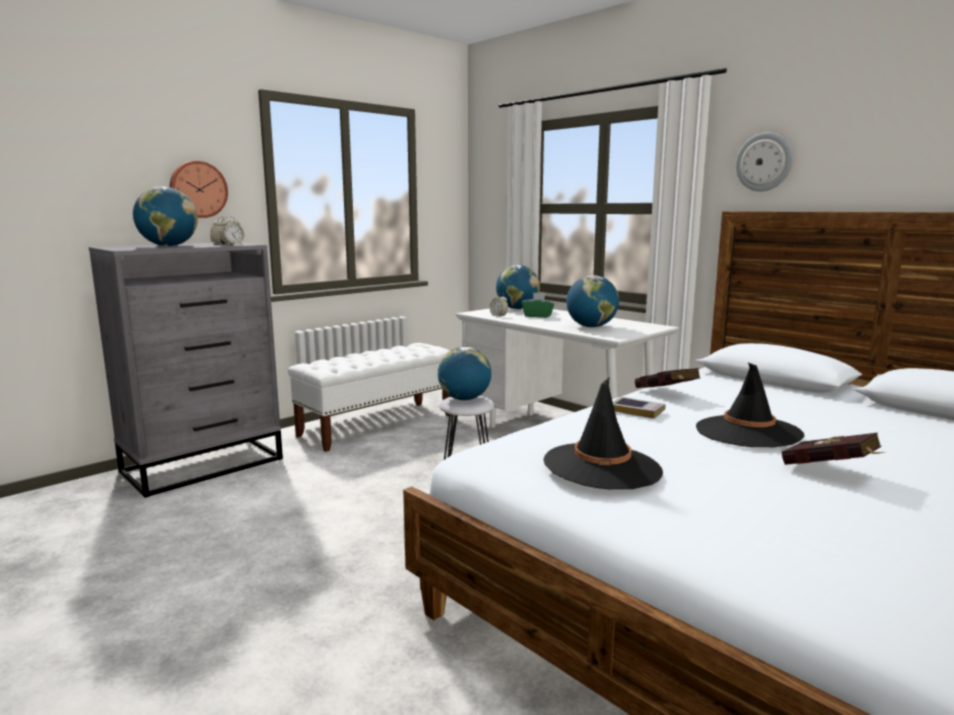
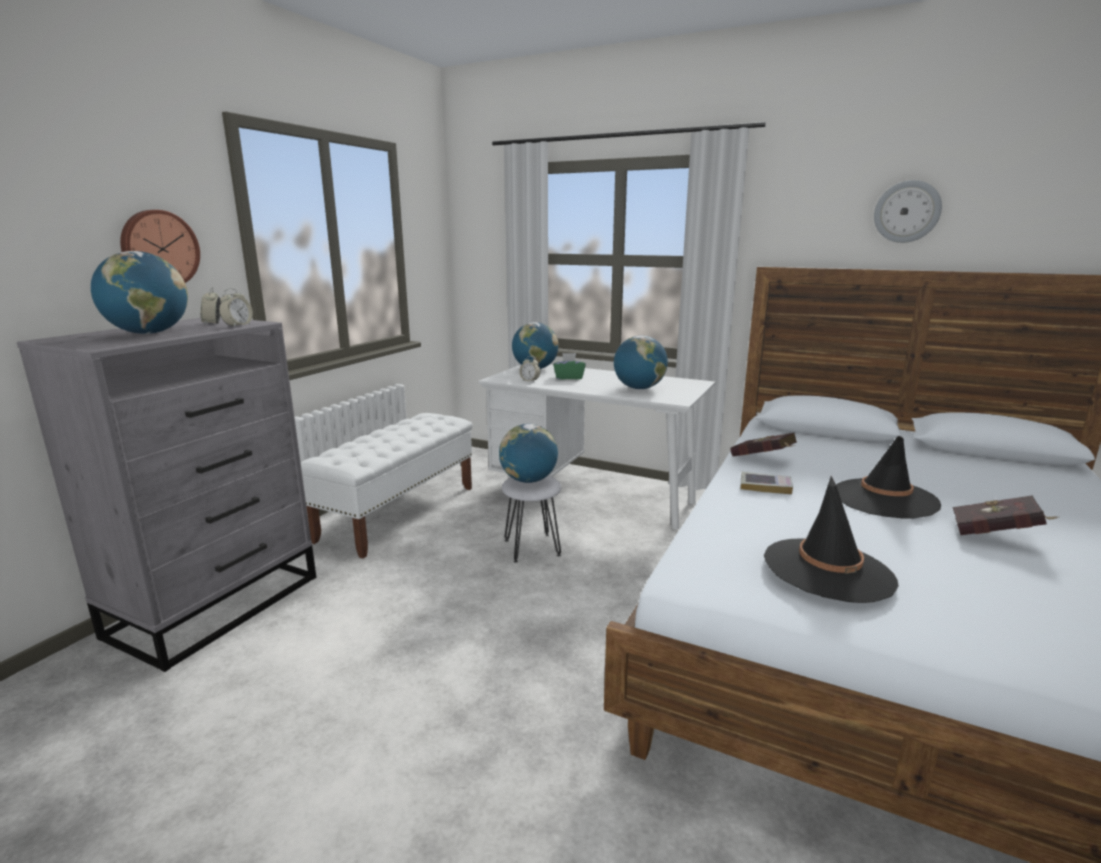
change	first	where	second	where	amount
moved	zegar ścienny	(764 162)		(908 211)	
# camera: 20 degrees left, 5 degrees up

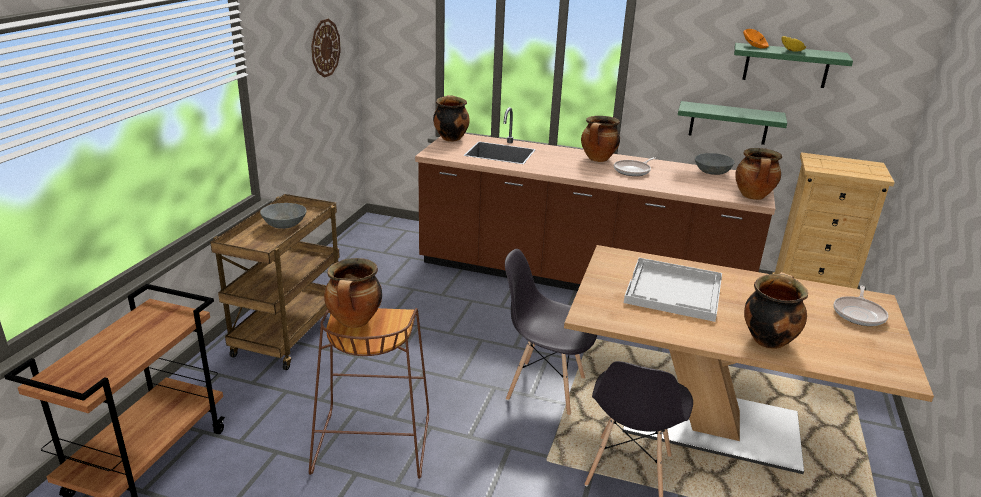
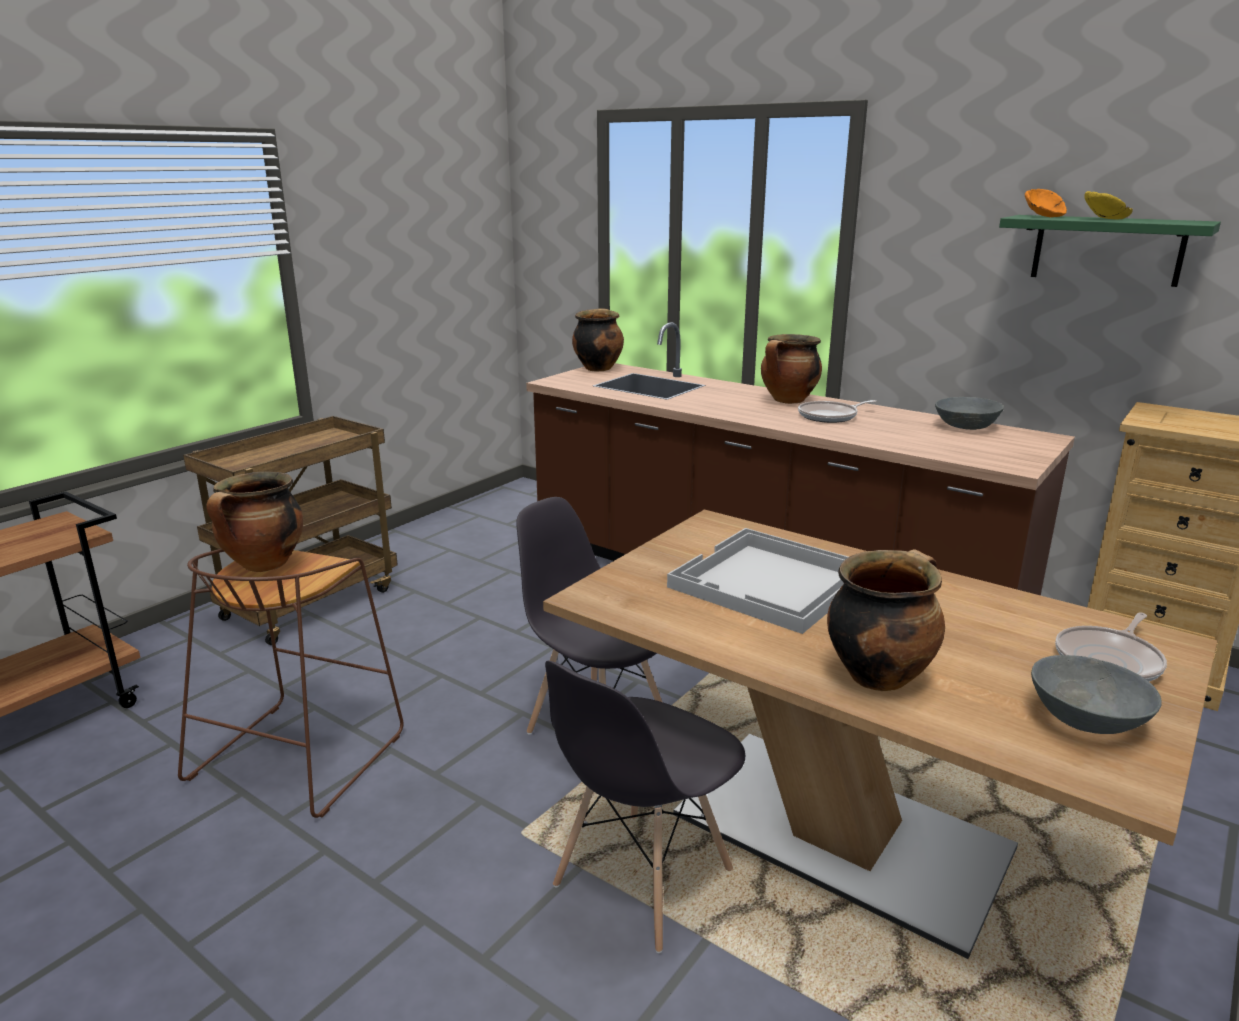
change	first	where	second	where	amount
moved	miska (szary)	(283 216)		(1096 694)	
removed	zegar ścienny	(326 48)			
removed	półka (zielony)	(732 123)			
removed	garnek	(758 174)			
# camera: 20 degrees right, 5 degrees down

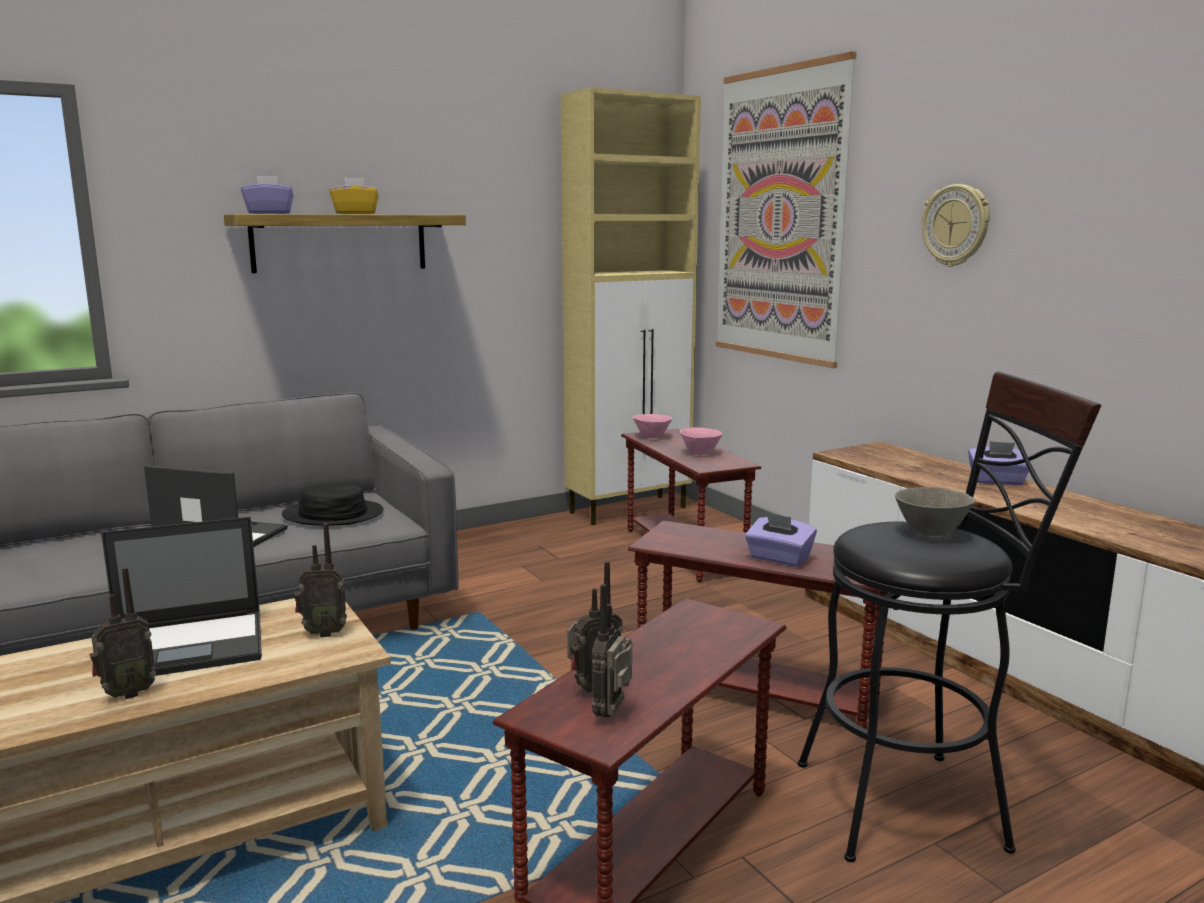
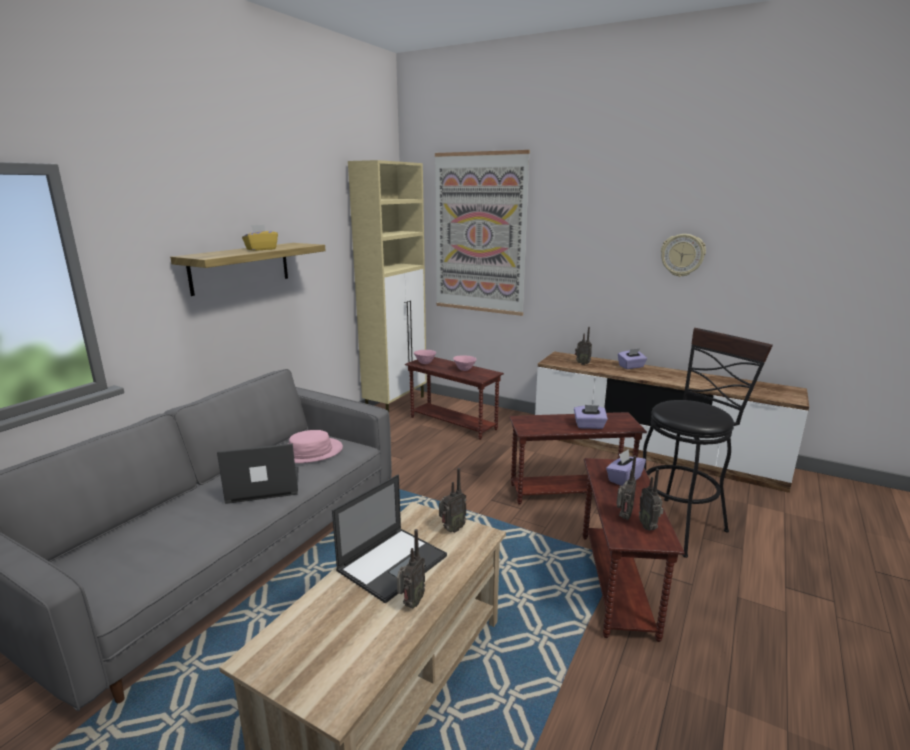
change	first	where	second	where	amount
moved	pudełko chusteczek (fioletowy)	(267 195)		(626 468)	
recoloured	kapelusz (czarny)	(333 504)	kapelusz (różowy)	(315 446)	
removed	miska (szary)	(935 511)			
moved	zegar ścienny	(956 225)		(683 255)	
added			radio	(583 346)	
# camera: 30 degrees left, 5 degrees up

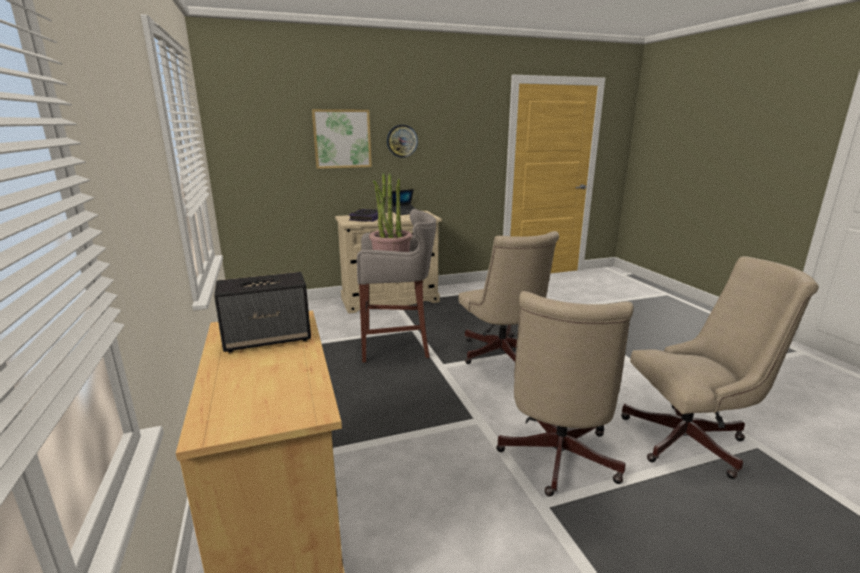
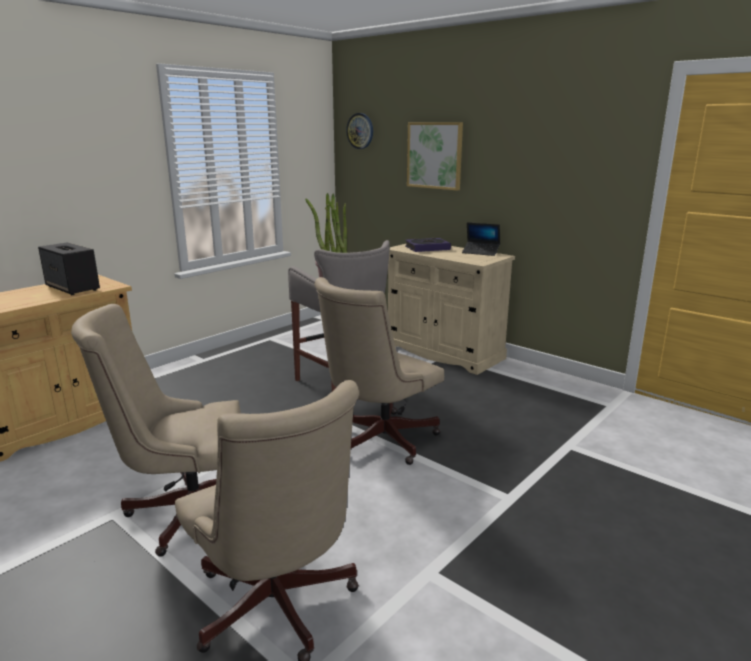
change	first	where	second	where	amount
moved	zegar ścienny	(402 141)		(359 131)	
# camera: 60 degrees right, 0 degrees up

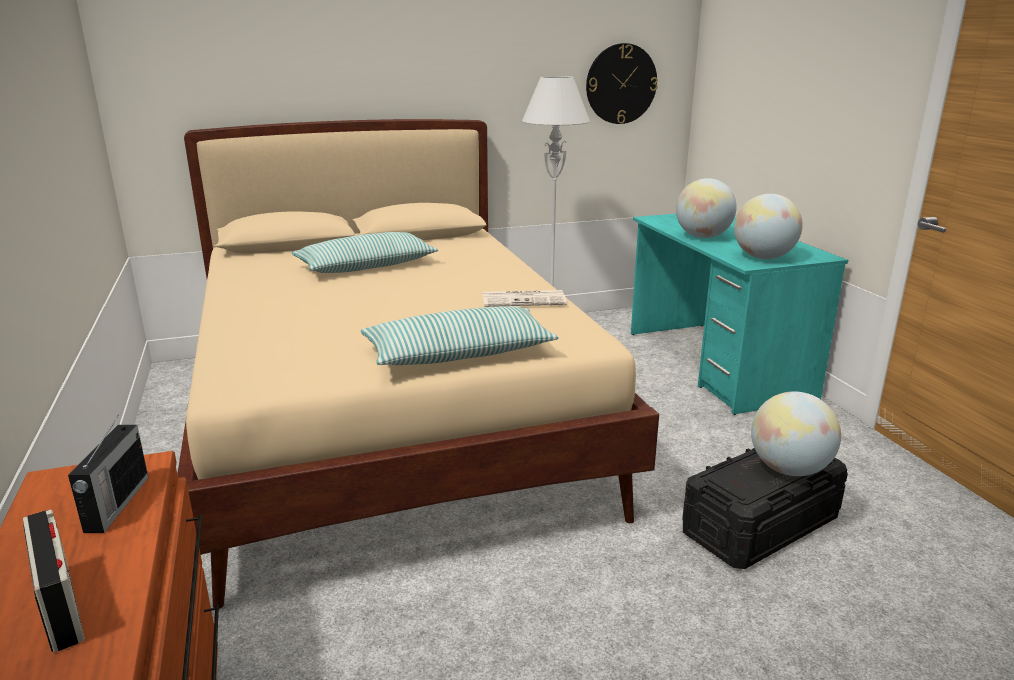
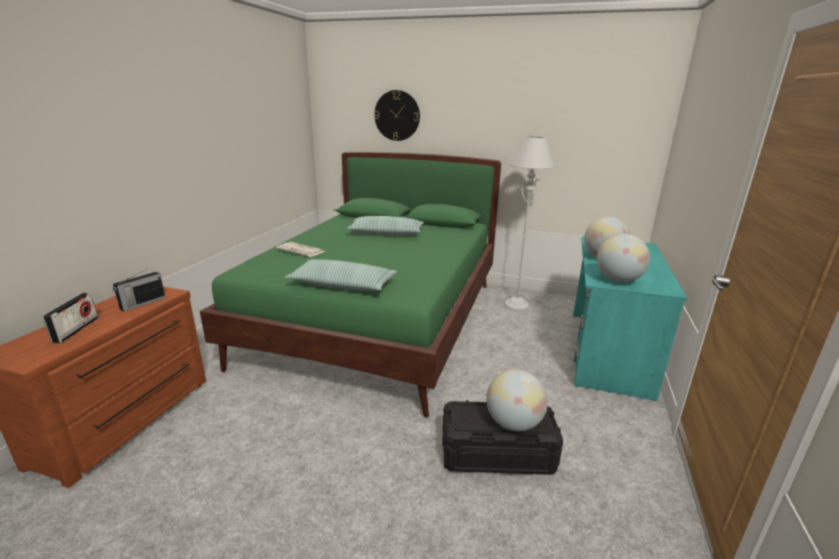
change	first	where	second	where	amount
recoloured	łóżko (beżowy)	(418 364)	łóżko (zielony)	(350 285)	
moved	gazeta	(525 298)		(300 249)	
moved	zegar ścienny	(622 83)		(397 115)	
# camera: 35 degrees right, 0 degrees up

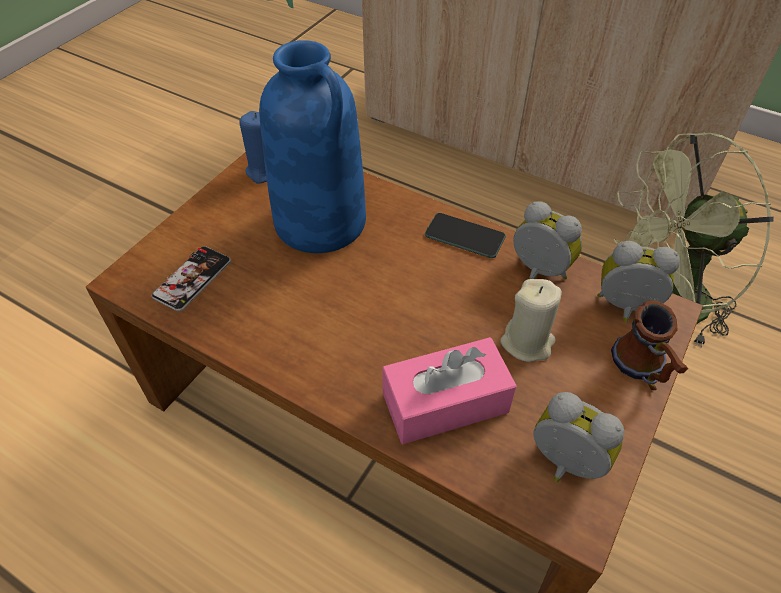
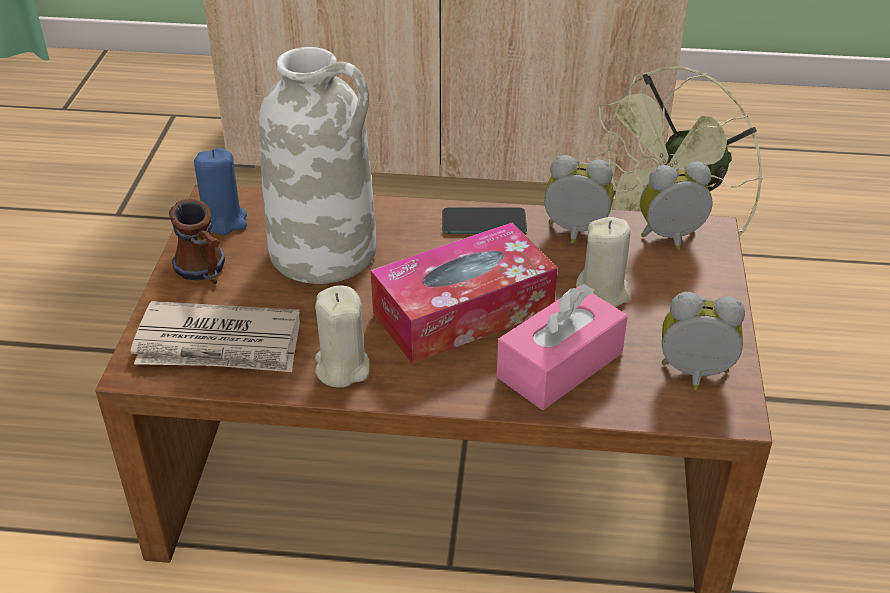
change	first	where	second	where	amount
replaced	telefon	(191 278)	gazeta	(215 336)	
recoloured	wazon (niebieski)	(312 146)	wazon (biały)	(318 165)	
moved	kubek	(649 345)		(197 241)	
added			świeca (beżowy)	(342 336)	
added			pudełko chusteczek	(464 293)	
# camera: 25 degrees left, 10 degrees down

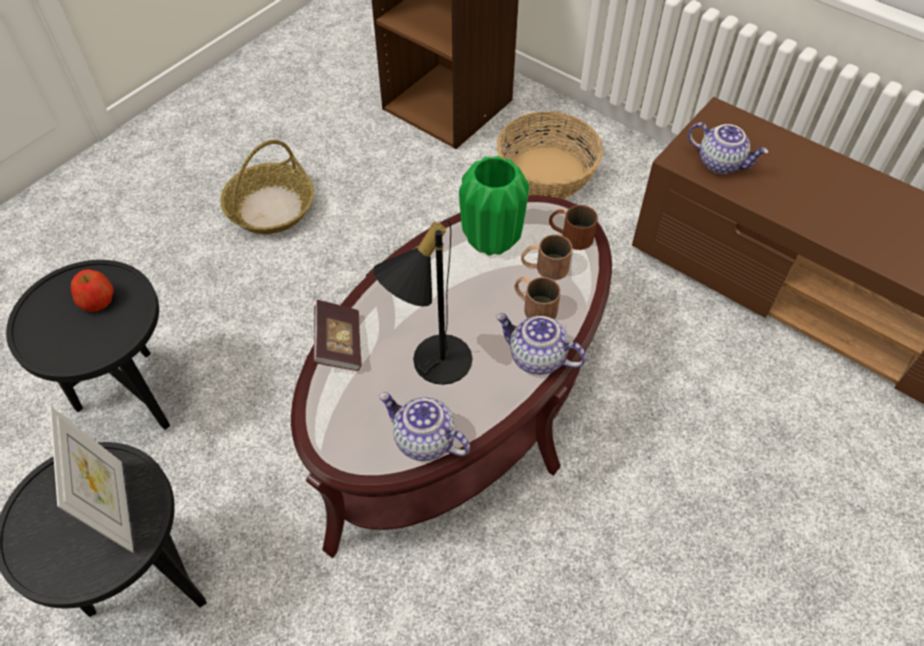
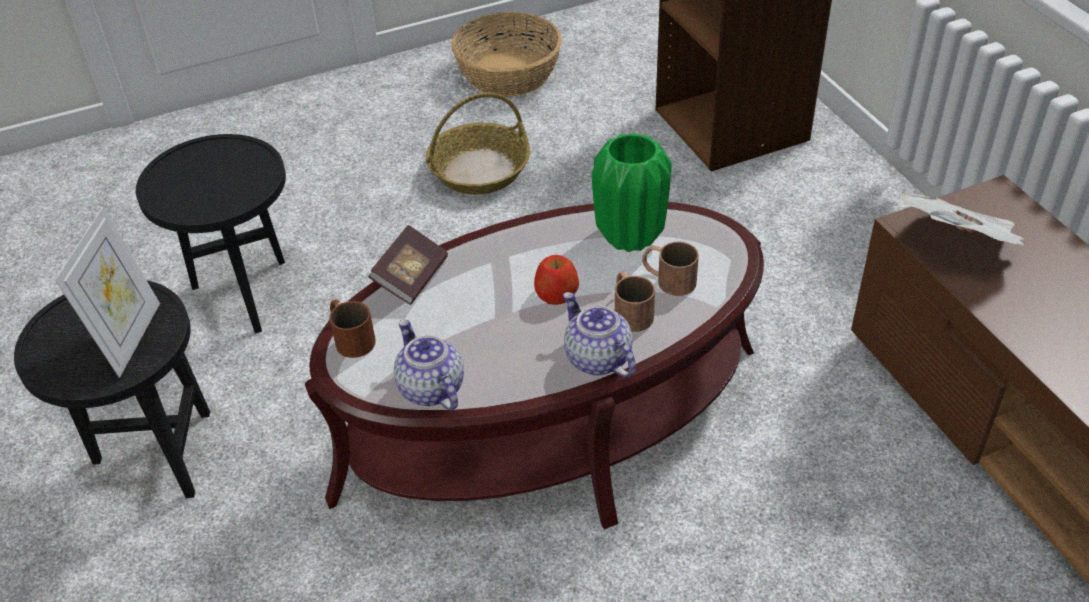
change	first	where	second	where	amount
moved	jabłko	(92 290)		(556 280)	
removed	lampa stołowa (czarny)	(422 302)			
moved	koszyk	(550 155)		(506 54)	
moved	kubek (brązowy)	(573 227)		(352 329)	
replaced	imbryk	(728 148)	gazeta	(963 219)	
# camera: 30 degrees right, 10 degrees down

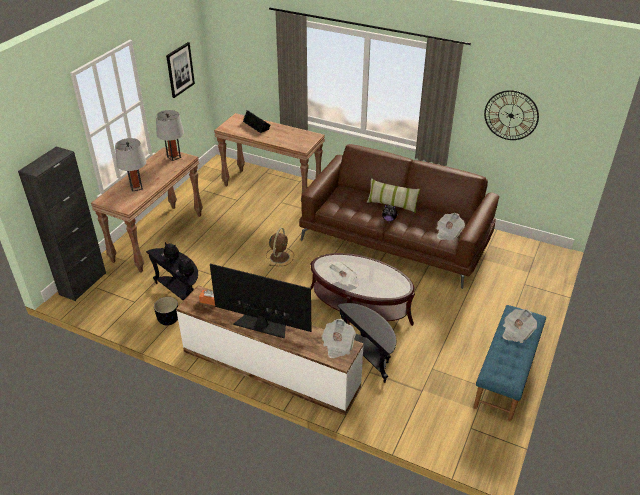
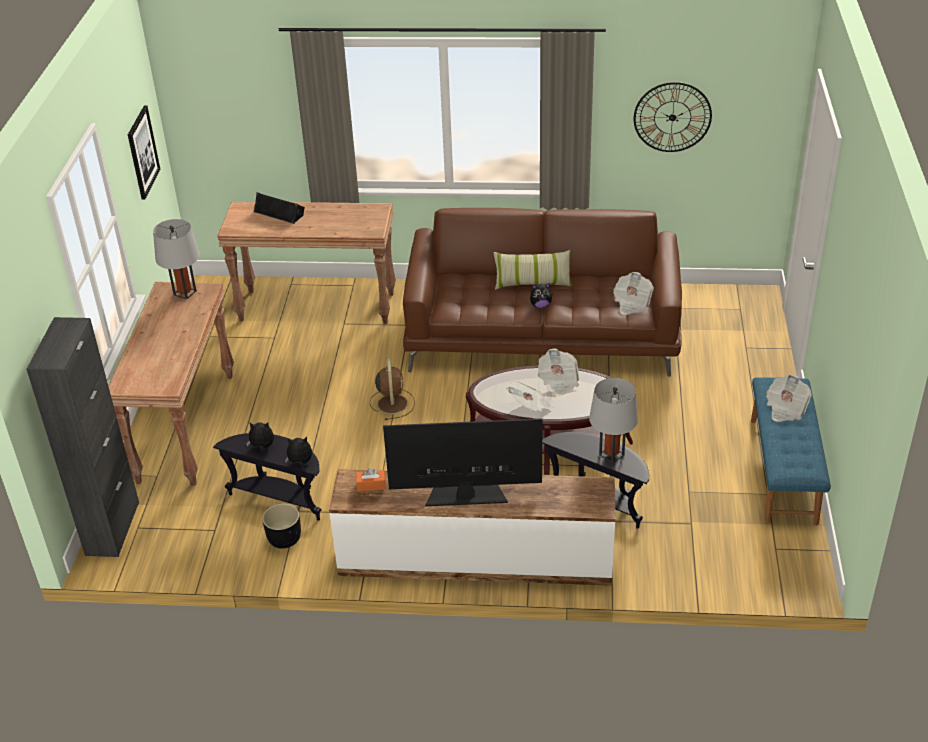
change	first	where	second	where	amount
moved	lampa stołowa (szary)	(130 165)		(613 421)	
moved	gazeta	(338 338)		(558 372)	
# camera: 20 degrees left, 0 degrees up

